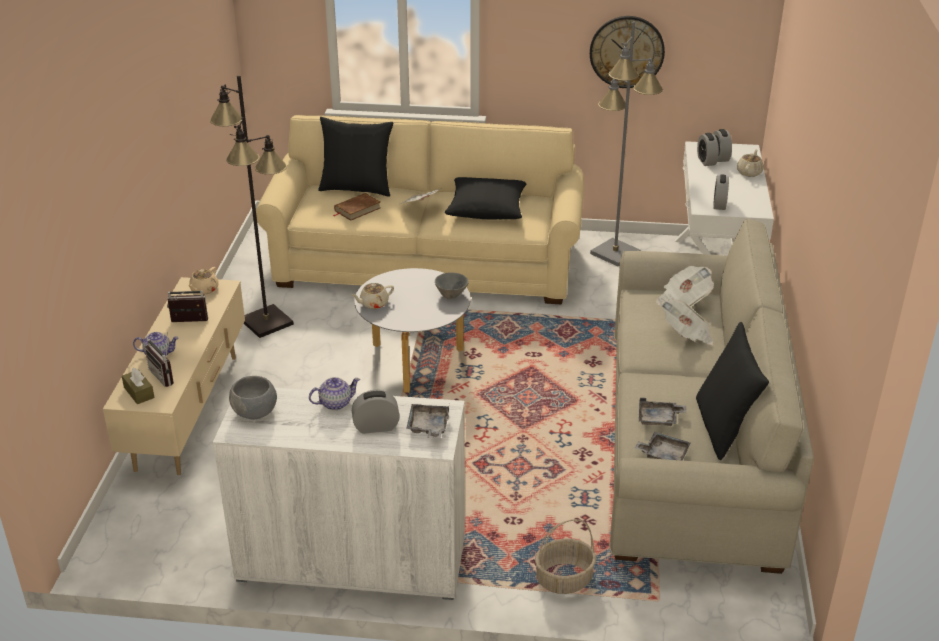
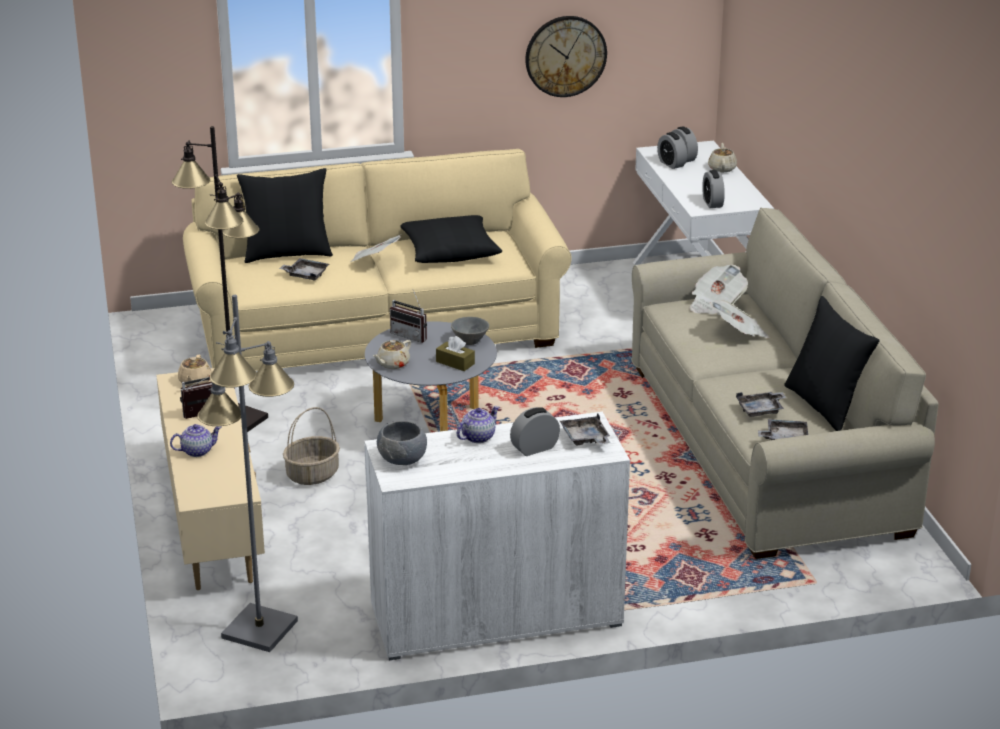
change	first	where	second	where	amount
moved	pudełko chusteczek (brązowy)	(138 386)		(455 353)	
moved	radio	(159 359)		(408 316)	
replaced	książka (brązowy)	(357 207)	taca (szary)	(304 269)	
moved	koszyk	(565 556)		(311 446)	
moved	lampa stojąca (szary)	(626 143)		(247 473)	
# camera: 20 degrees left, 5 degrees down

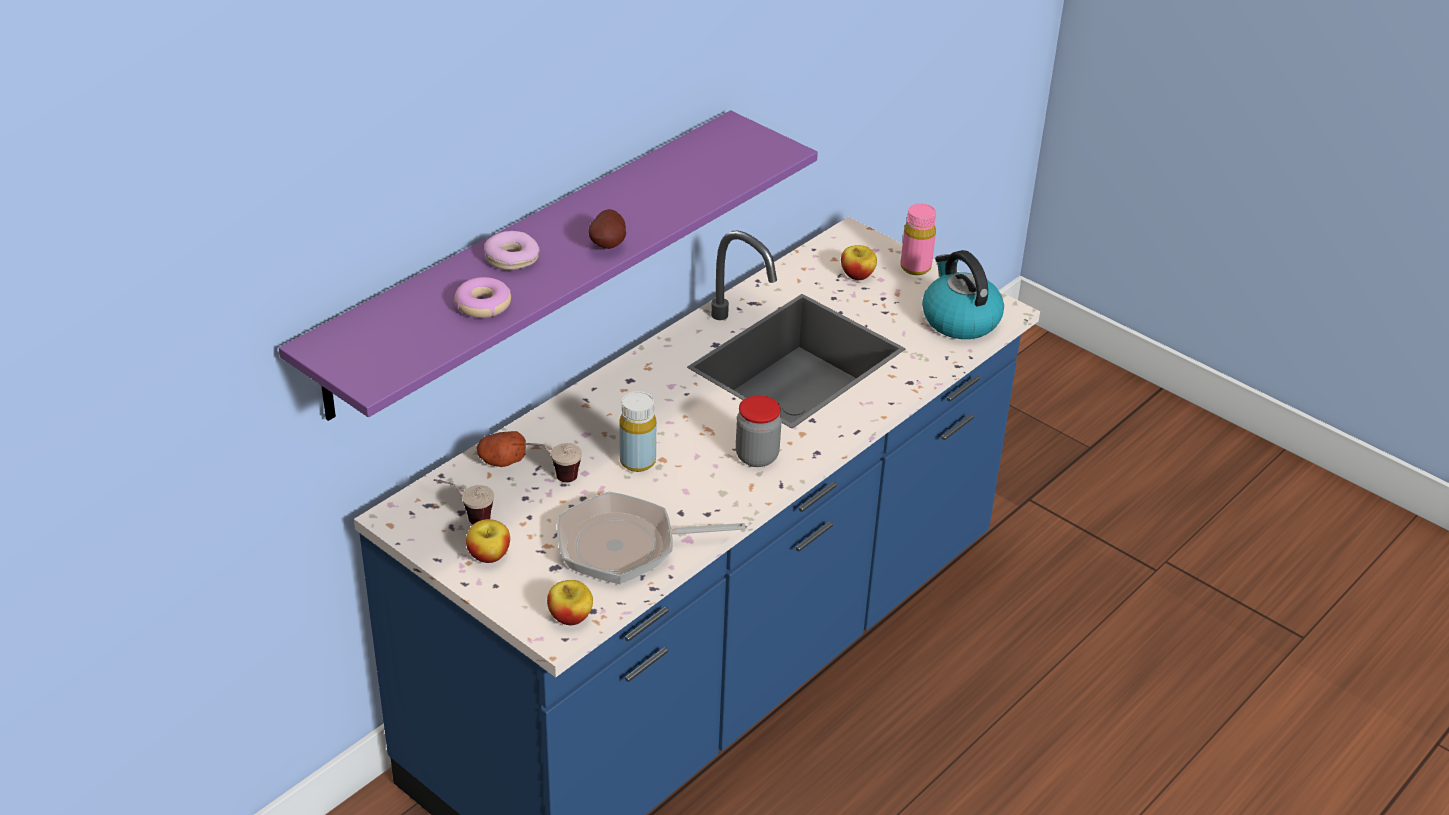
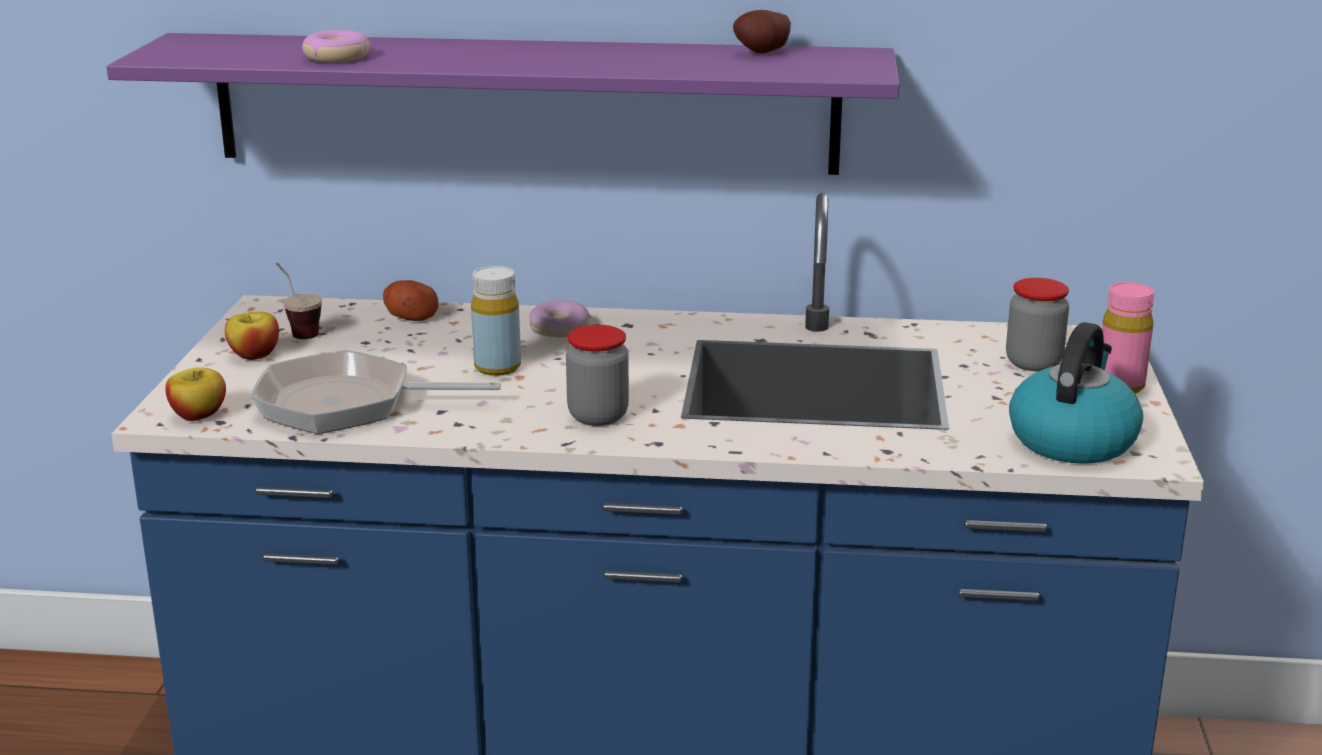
change	first	where	second	where	amount
moved	donut	(512 250)		(559 318)	
removed	filiżanka	(553 463)			
turned	patelnia	(651 537)		(375 392)	45 degrees counterclockwise
moved	ziemniak	(607 229)		(762 32)	
replaced	jabłko	(859 262)	słoik	(1037 324)	
# camera: 55 degrees right, 15 degrees down

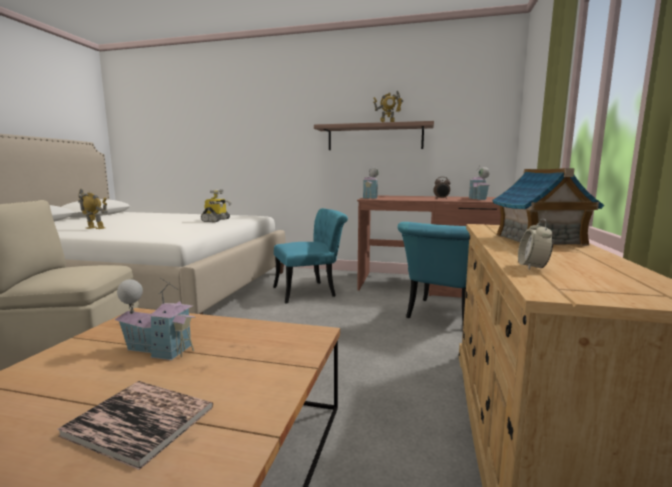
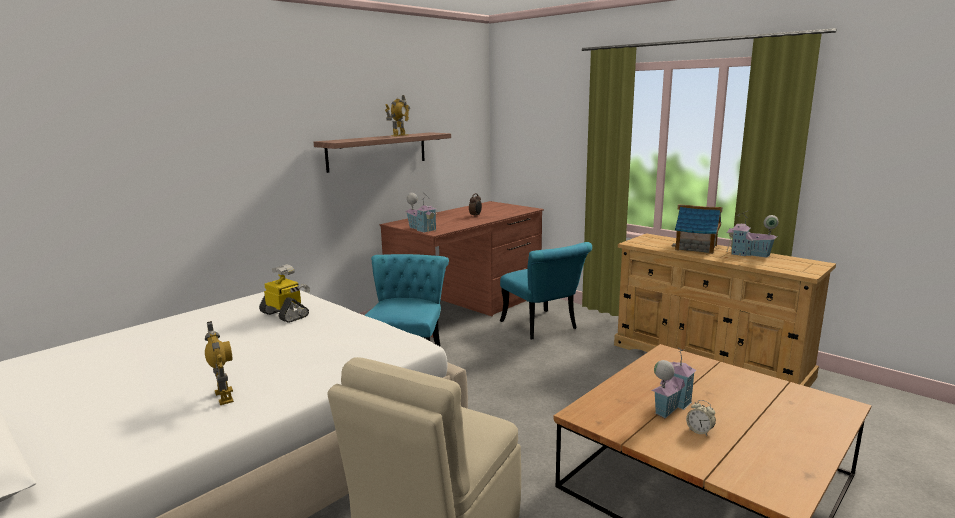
change	first	where	second	where	amount
removed	książka	(135 425)			
turned	robot zabawkowy	(93 209)		(219 363)	105 degrees clockwise
moved	domek	(479 183)		(753 234)	
moved	budzik	(535 244)		(701 418)	
# camera: 60 degrees left, 5 degrees up

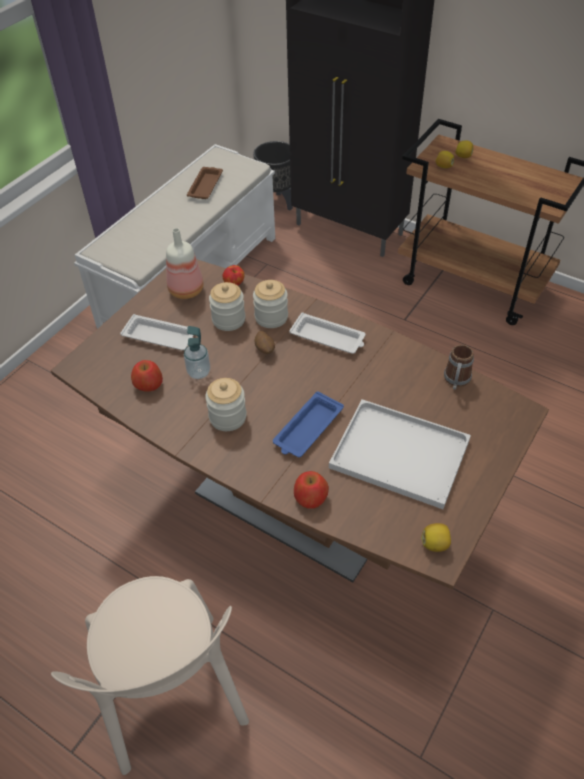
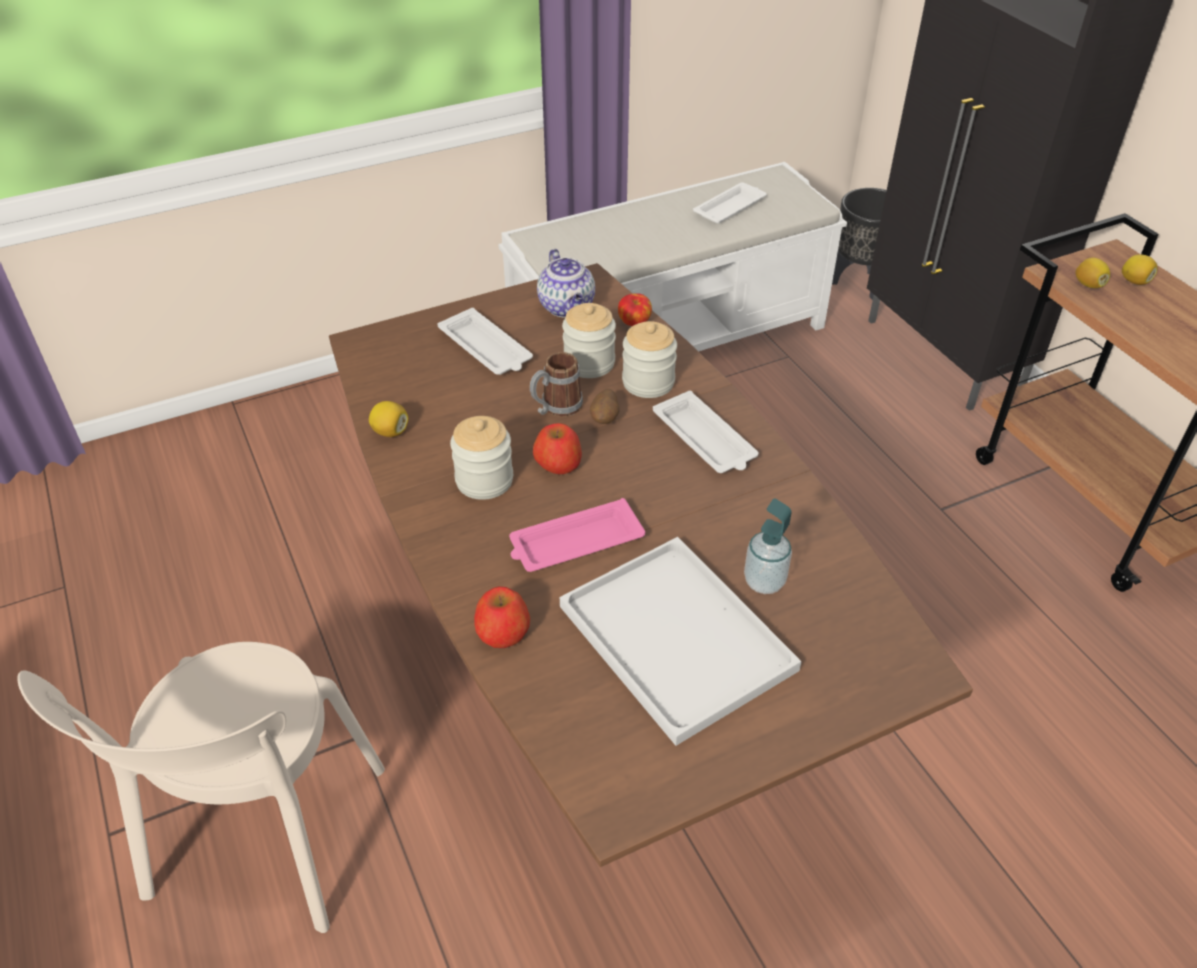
change	first	where	second	where	amount
moved	jabłko	(147 375)		(557 448)	
replaced	butelka	(185 263)	imbryk	(566 283)	
moved	dozownik mydła	(197 352)		(768 546)	
recoloured	taca (brązowy)	(205 183)	taca (biały)	(730 203)	
recoloured	taca (niebieski)	(308 424)	taca (różowy)	(577 535)	
moved	cytryna	(436 537)		(388 419)	
moved	kubek	(459 367)		(556 384)	
# camera: 30 degrees right, 5 degrees down

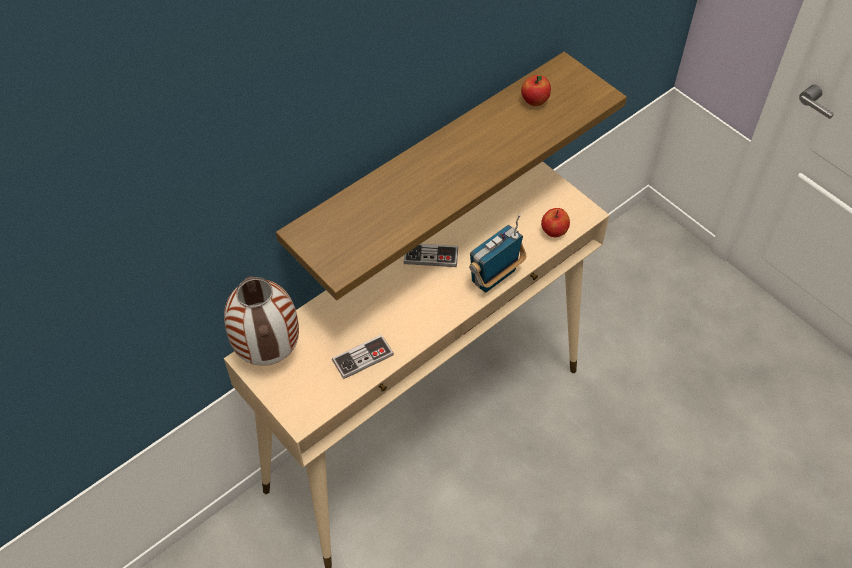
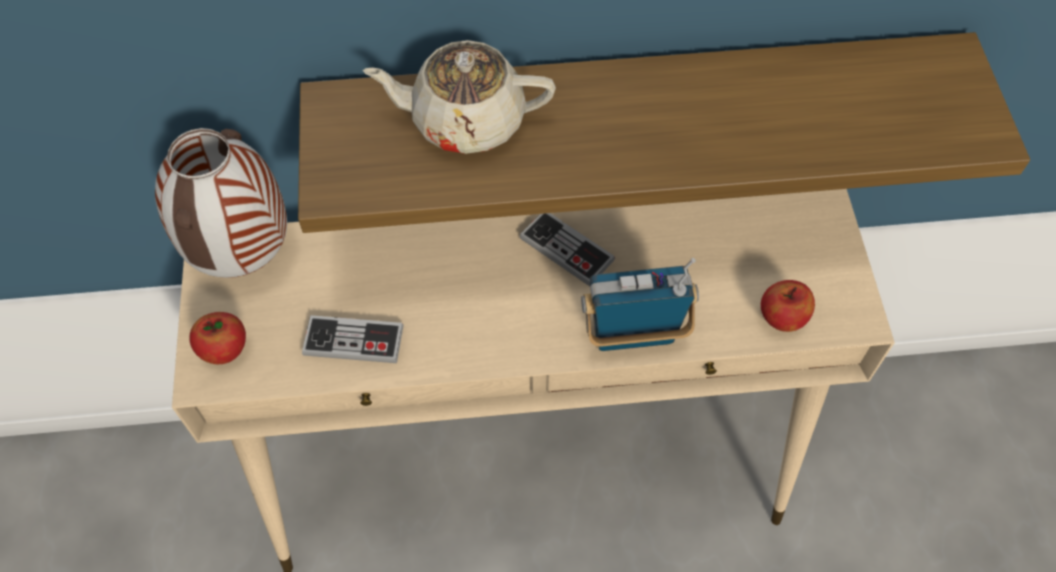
change	first	where	second	where	amount
moved	jabłko	(536 90)		(217 338)	
added			imbryk (beżowy)	(459 97)	
# camera: 35 degrees right, 5 degrees up

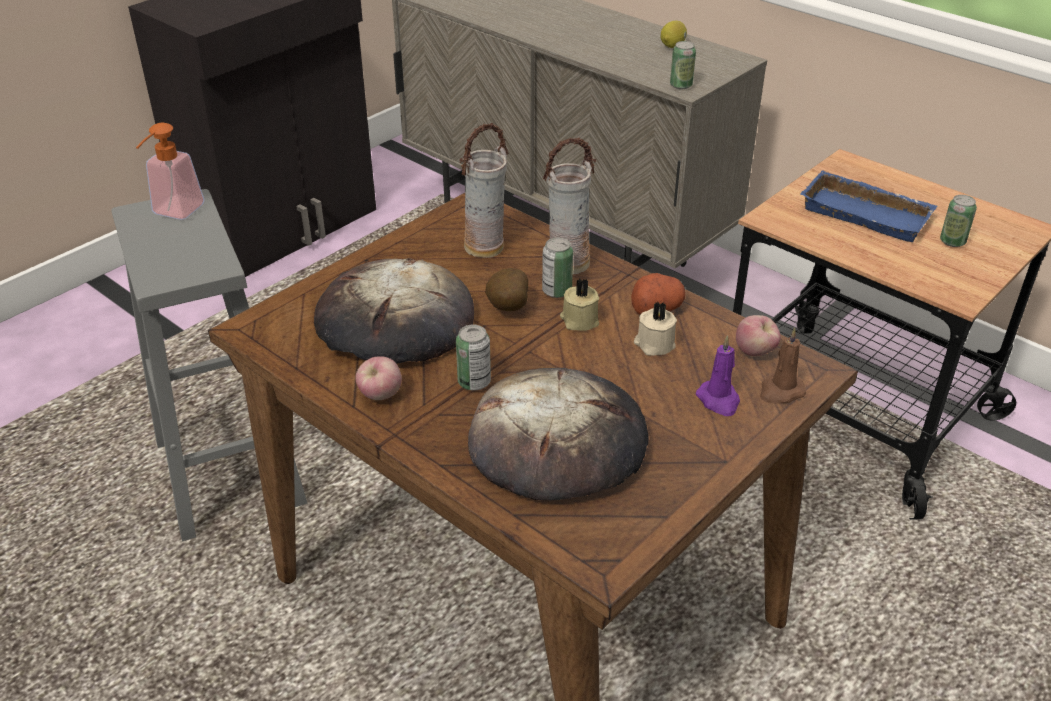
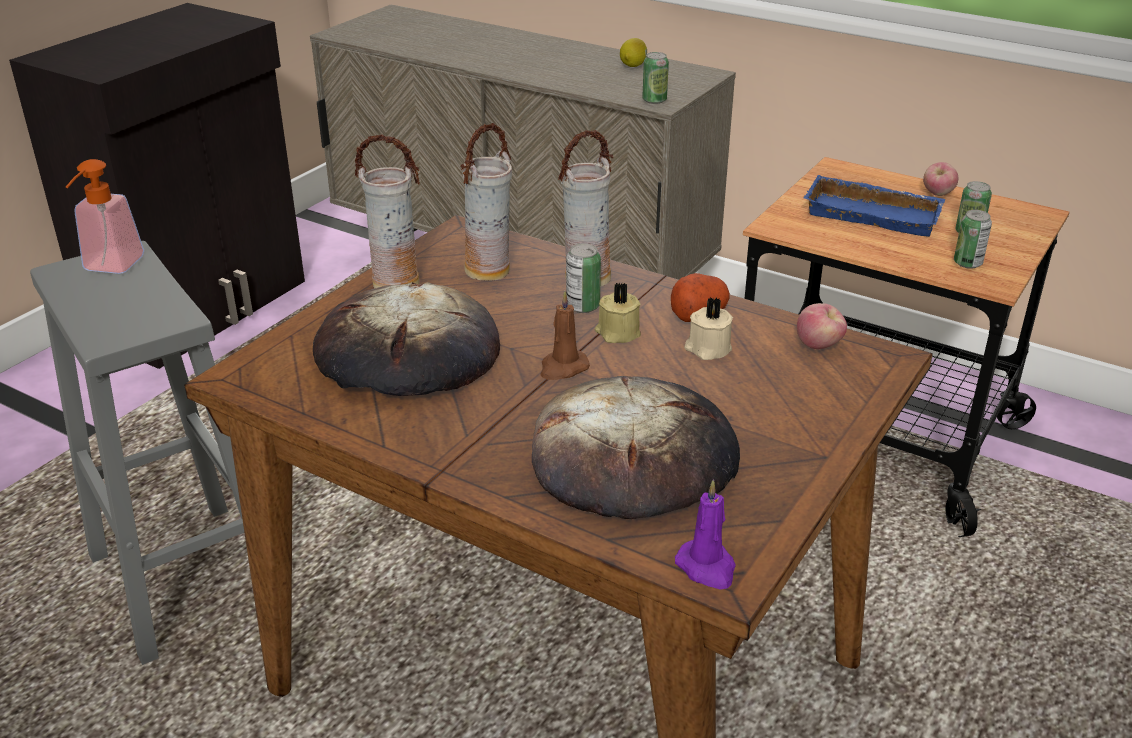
change	first	where	second	where	amount
moved	jabłko	(379 378)		(941 179)	
moved	puszka	(473 358)		(973 239)	
removed	ziemniak	(506 289)			
moved	świeca (fioletowy)	(718 375)		(705 534)	
moved	świeca (brązowy)	(783 365)		(565 335)	
added			wazon	(387 211)	
# camera: 10 degrees left, 5 degrees down

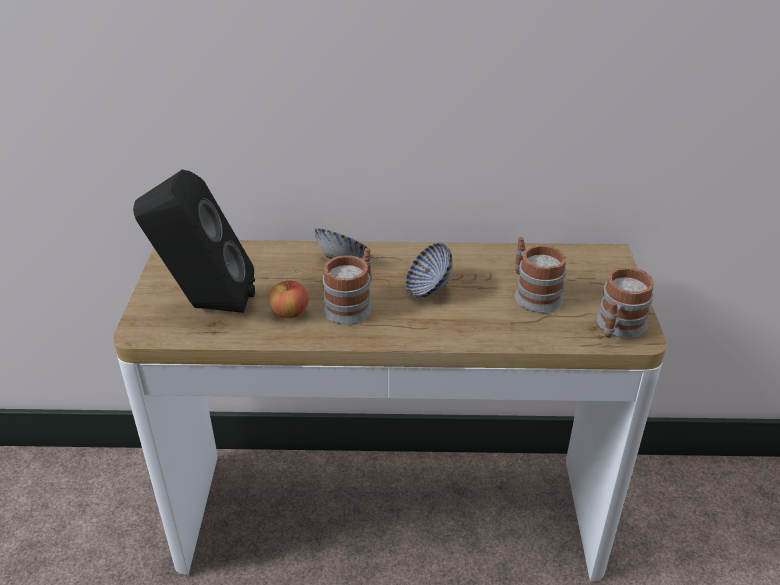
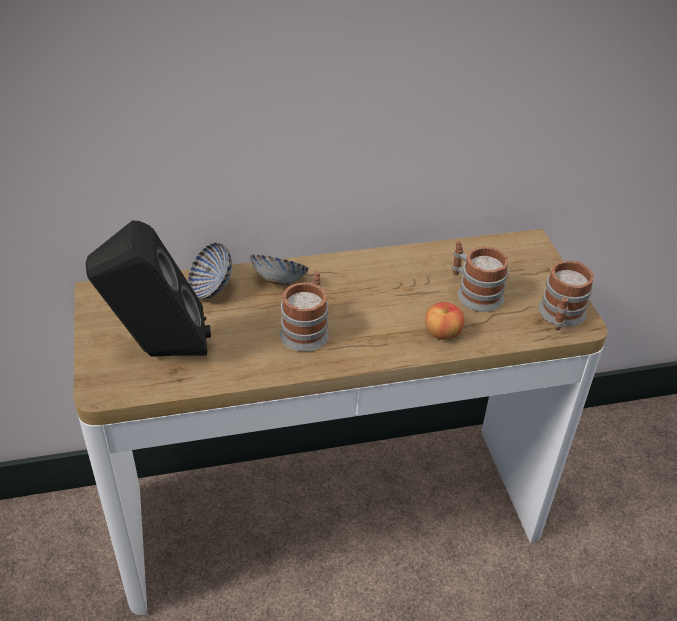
change	first	where	second	where	amount
moved	jabłko	(288 298)		(445 321)	
moved	miska	(429 270)		(210 270)	
# camera: 15 degrees left, 5 degrees up

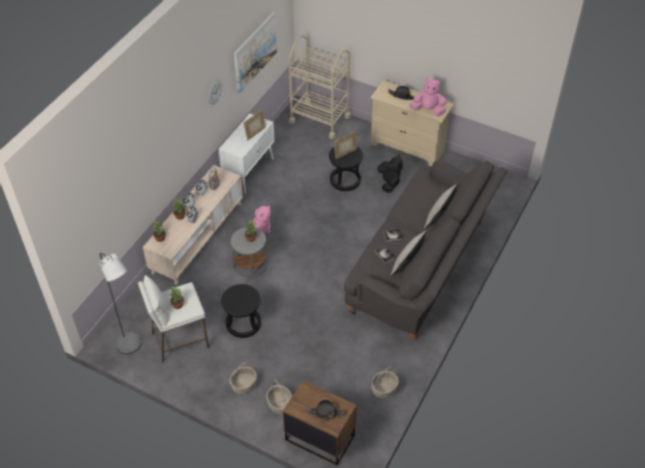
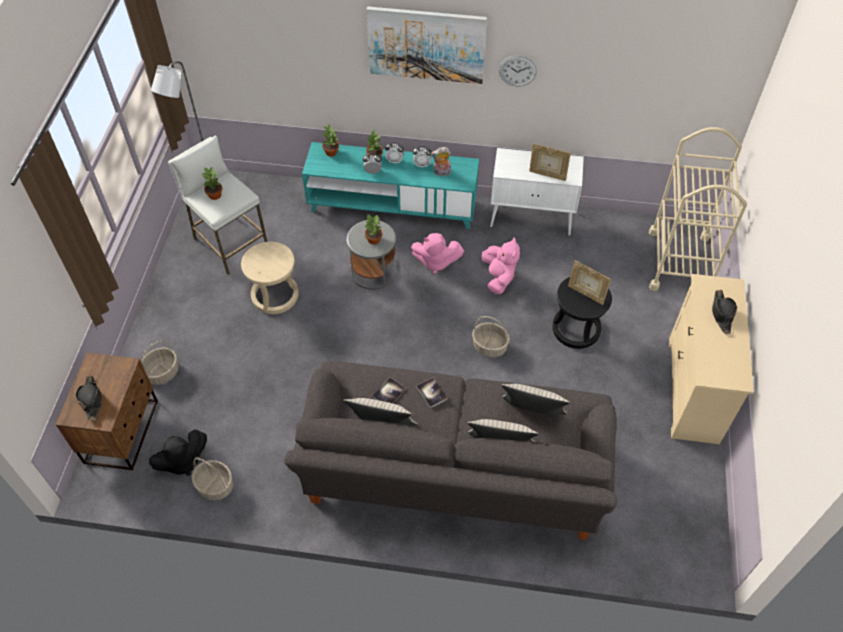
change	first	where	second	where	amount
recoloured	szafka pod telewizor (beżowy)	(193 225)	szafka pod telewizor (turkusowy)	(390 185)	
recoloured	stołek (czarny)	(241 311)	stołek (beżowy)	(270 278)	
moved	koszyk	(243 378)		(491 336)	
moved	obraz	(255 52)		(426 45)	
moved	pluszak (czarny)	(390 173)		(178 453)	
moved	pluszak (różowy)	(428 96)		(500 265)	
added			poduszka (beżowy)	(535 400)	
# camera: 70 degrees right, 5 degrees up

